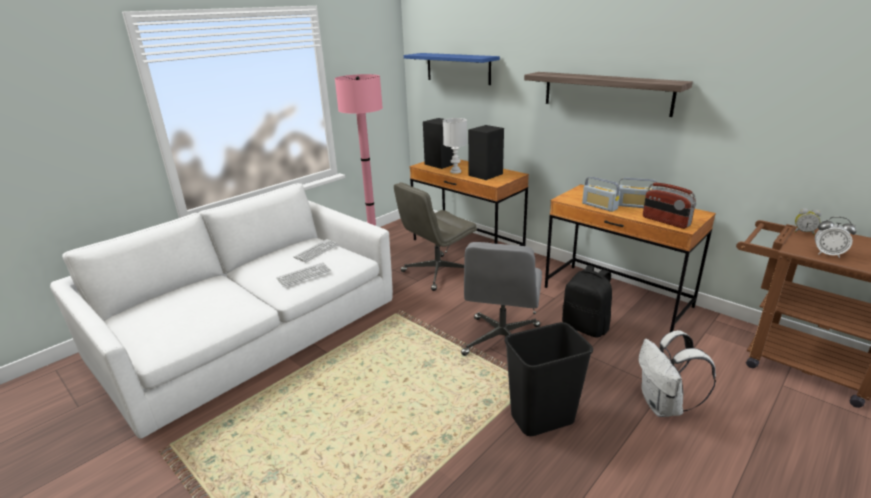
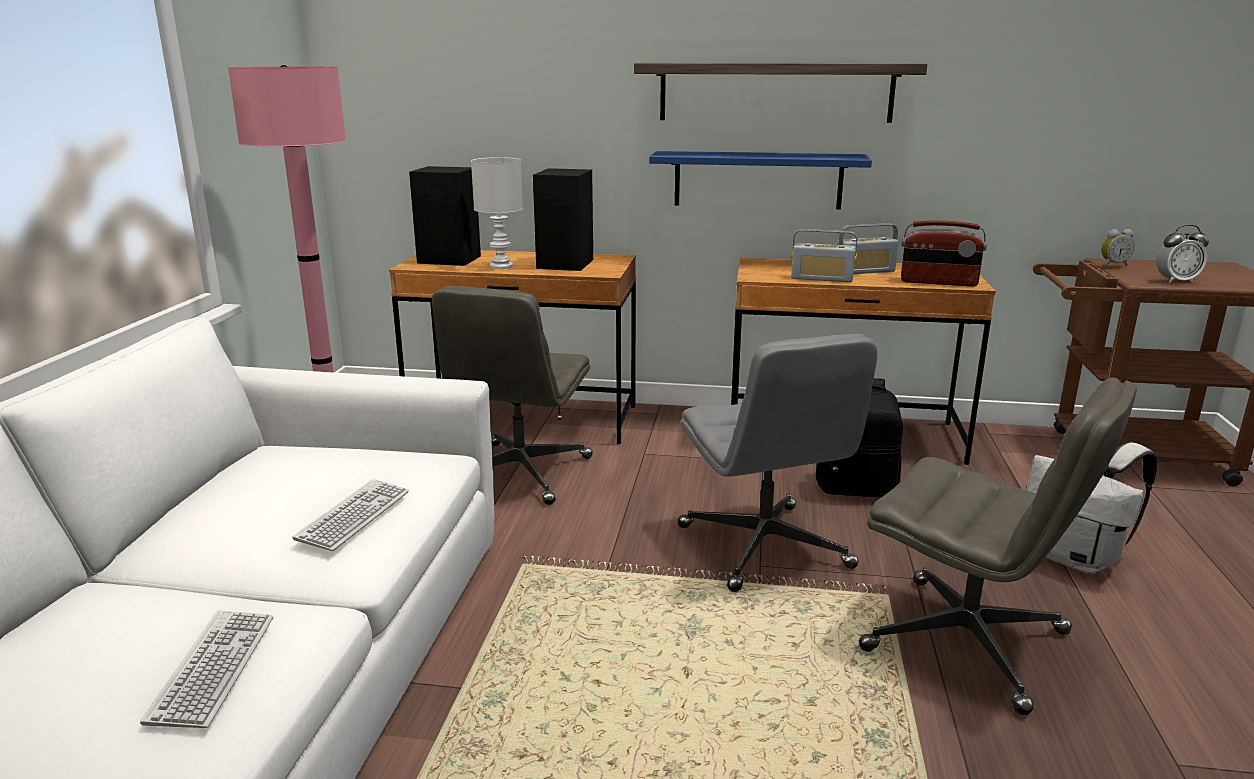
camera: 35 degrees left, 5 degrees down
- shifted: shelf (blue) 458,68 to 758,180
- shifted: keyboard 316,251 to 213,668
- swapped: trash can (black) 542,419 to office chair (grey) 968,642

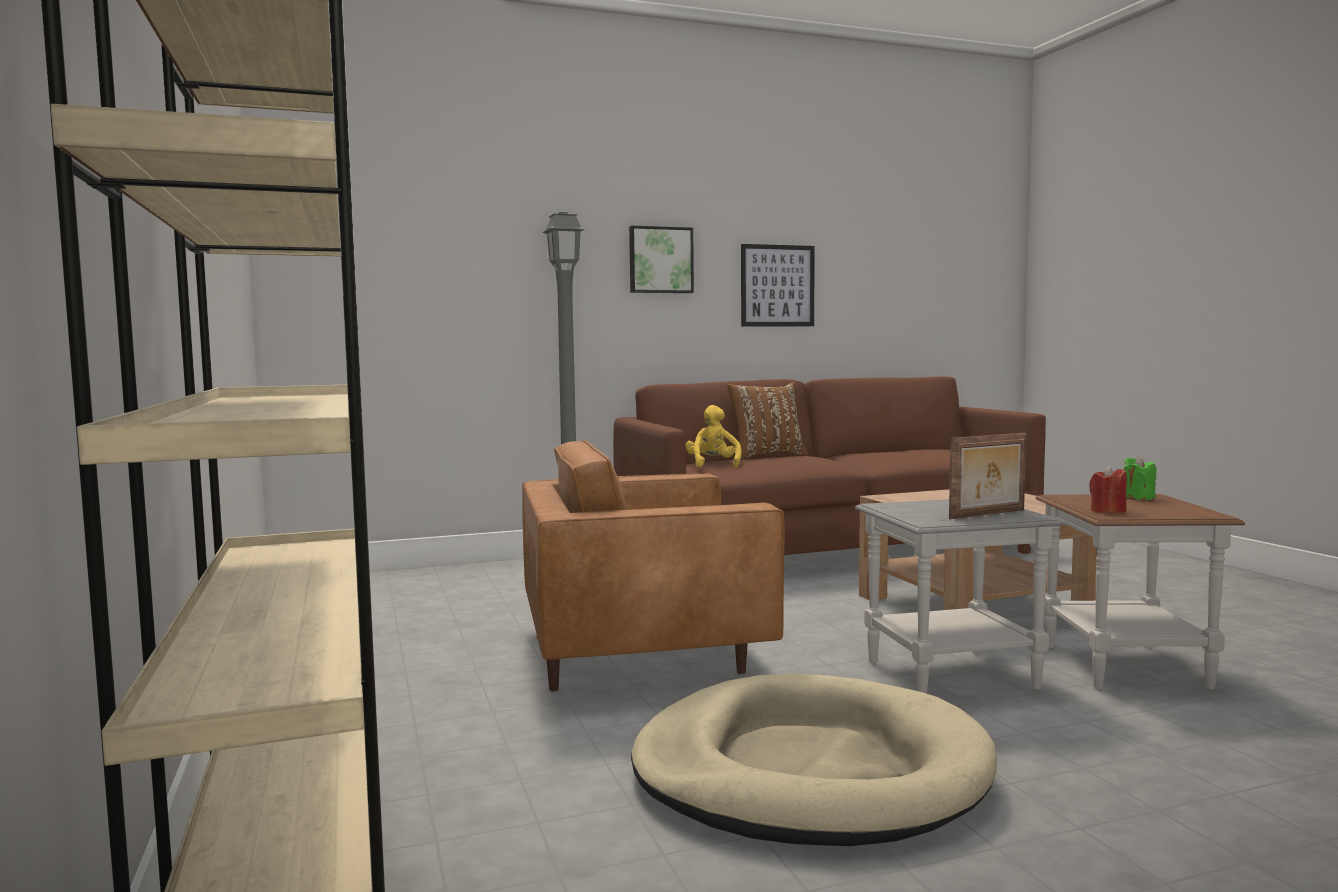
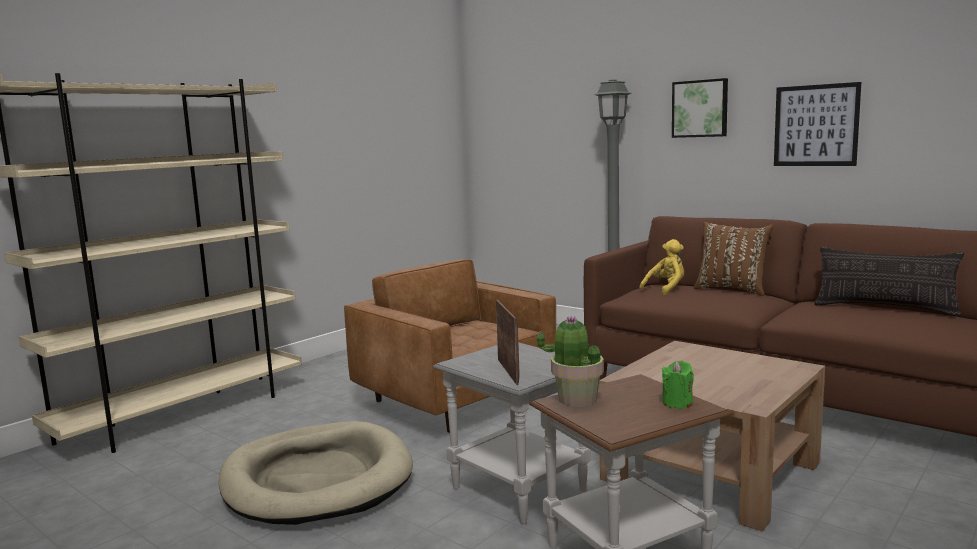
camera: 60 degrees right, 5 degrees up
- rotated: picture frame 988,514 = 509,371 135 degrees counterclockwise
- swapped: candle (red) 1107,511 to potted plant 576,399
- new: pillow 884,308

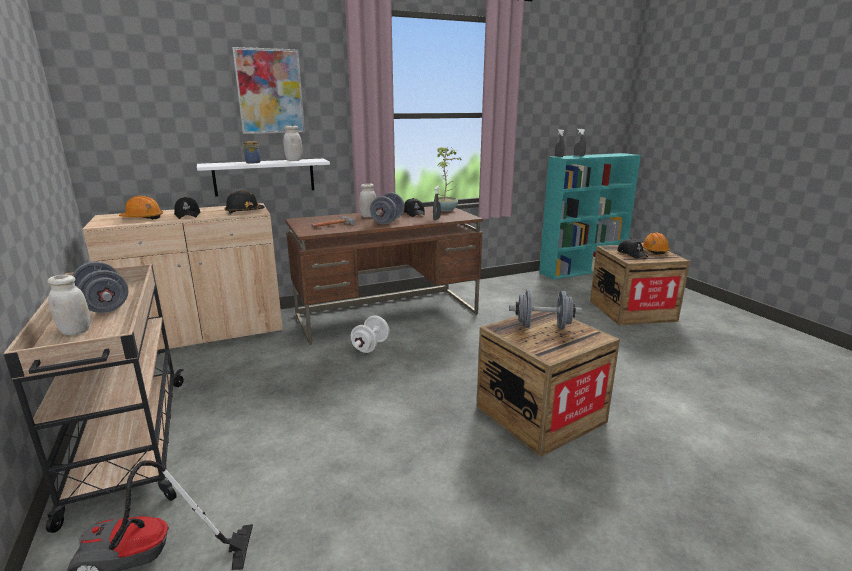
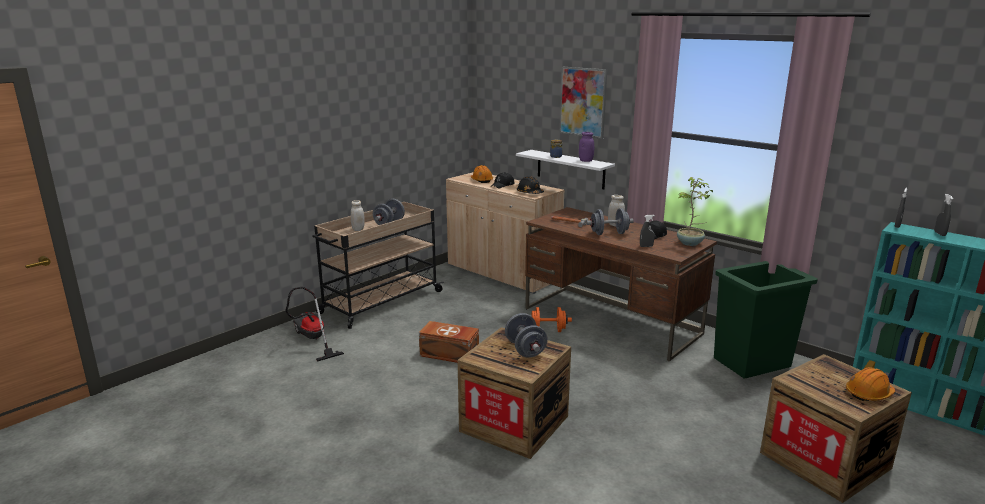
camera: 65 degrees right, 0 degrees up
- repainted: jar (white) 294,160 to jar (purple) 586,161
- gone: cap (black) 632,254
- repainted: dumbbell (white) 370,346 to dumbbell (orange) 548,330
- new: trash can (green) 753,362
- new: storage box (brown) 450,354

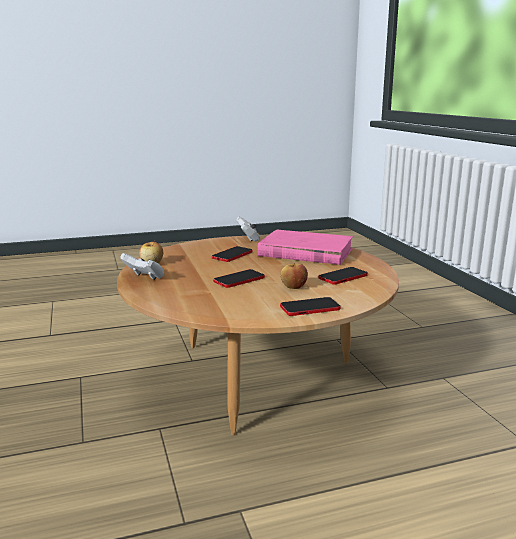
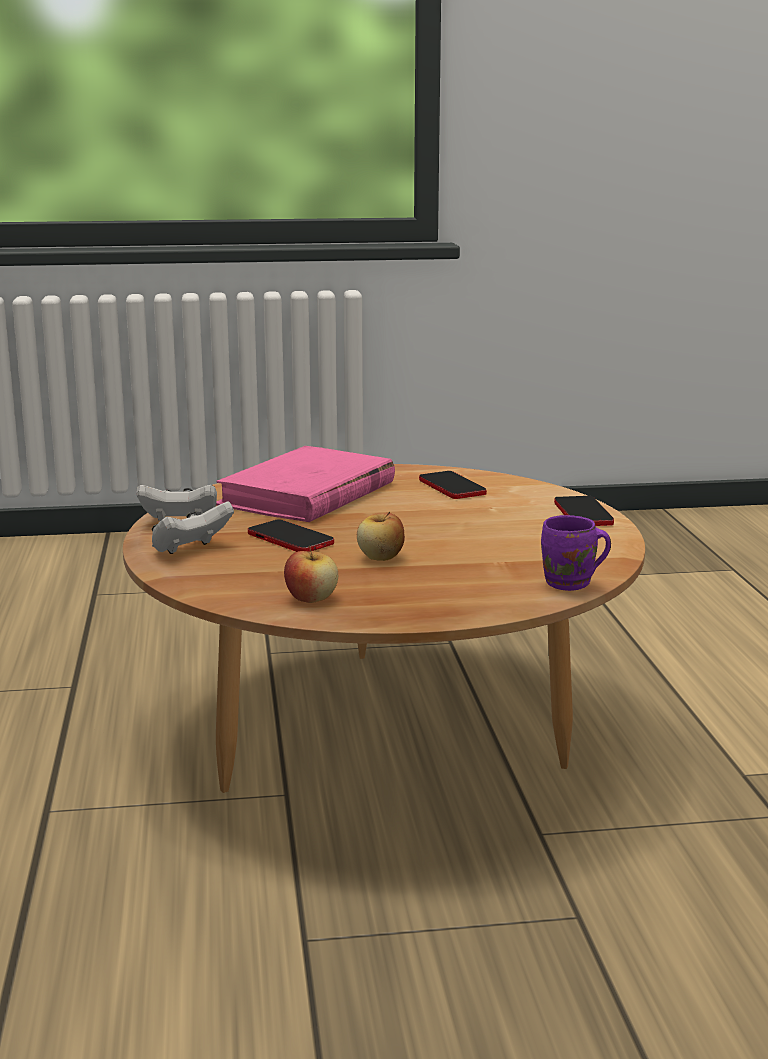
camera: 80 degrees left, 0 degrees up
- shifted: game controller (white) 144,278 to 190,549
- shifted: apple 293,287 to 381,558
- gone: phone 239,279
- new: mug (purple) 571,584

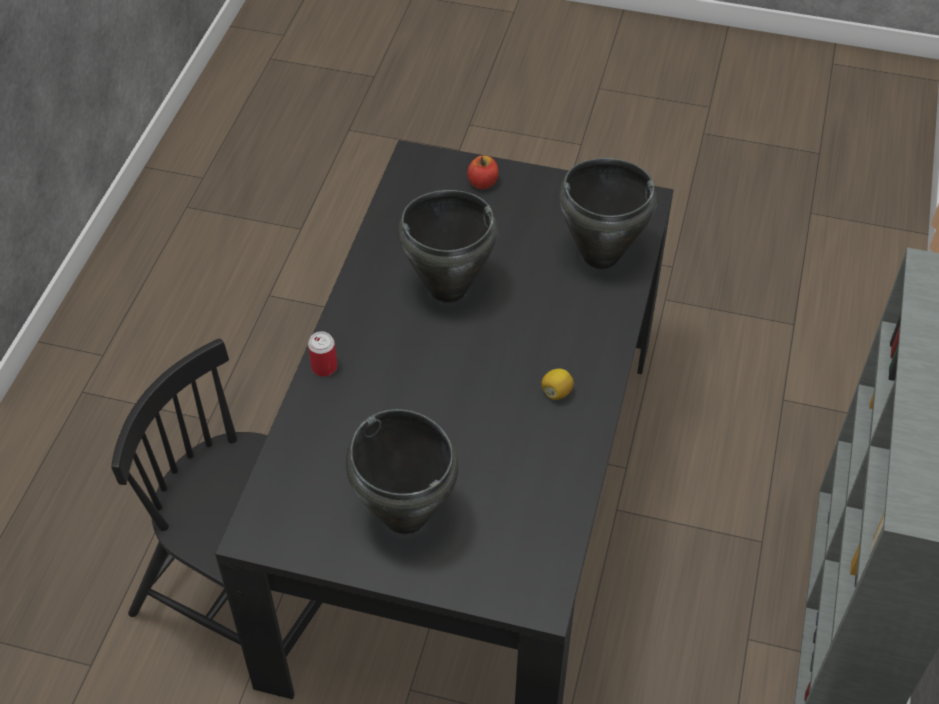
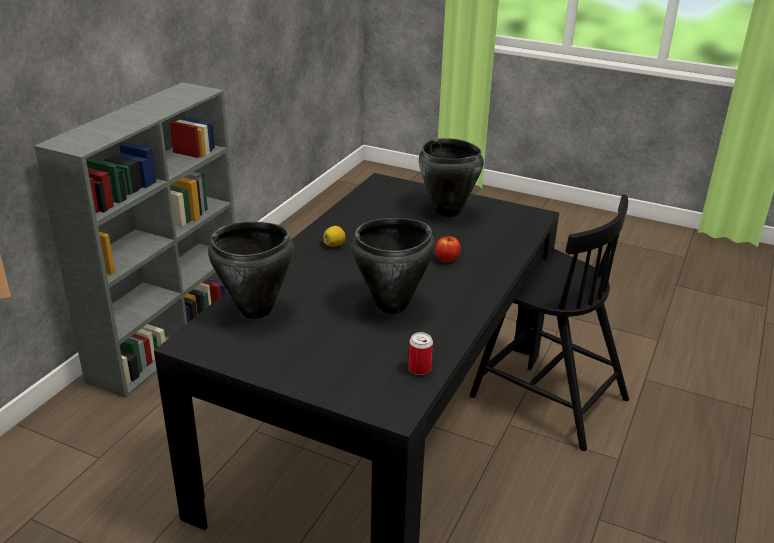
camera: 170 degrees left, 20 degrees down
- shifted: apple 483,183 to 446,259
- shifted: can 324,367 to 419,369

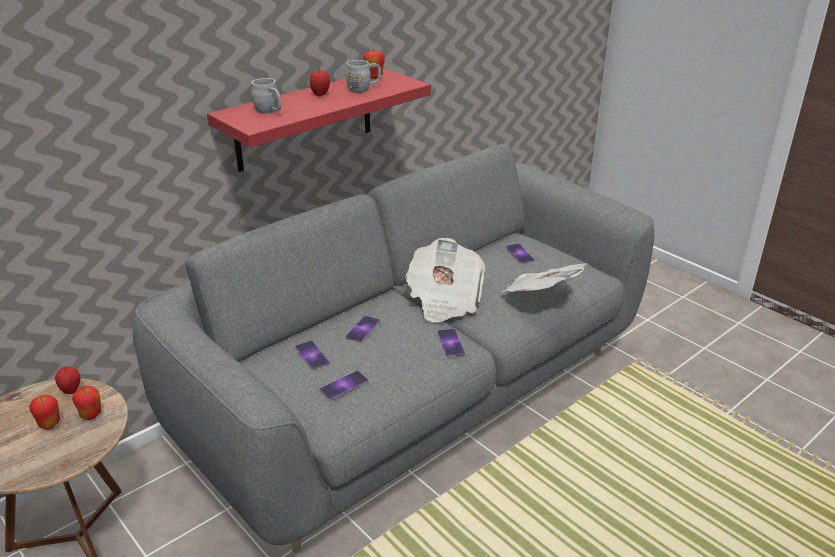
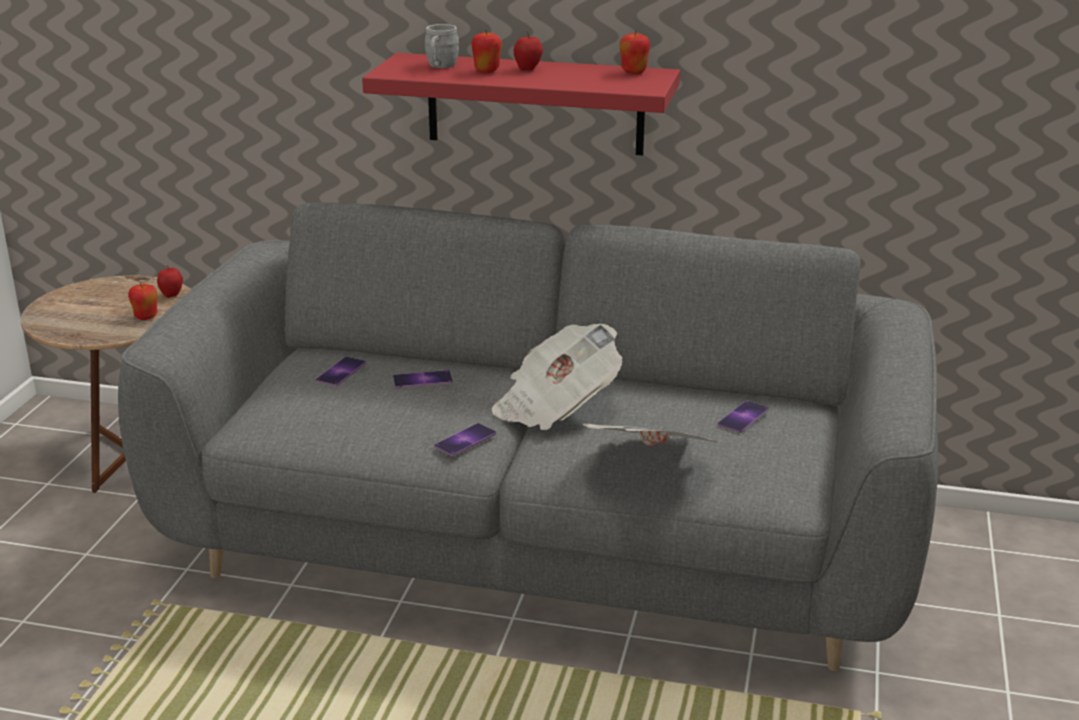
camera: 55 degrees right, 5 degrees down
- gone: mug (grey) 364,89
- gone: phone 344,385
- shifted: apple 49,424 to 487,71

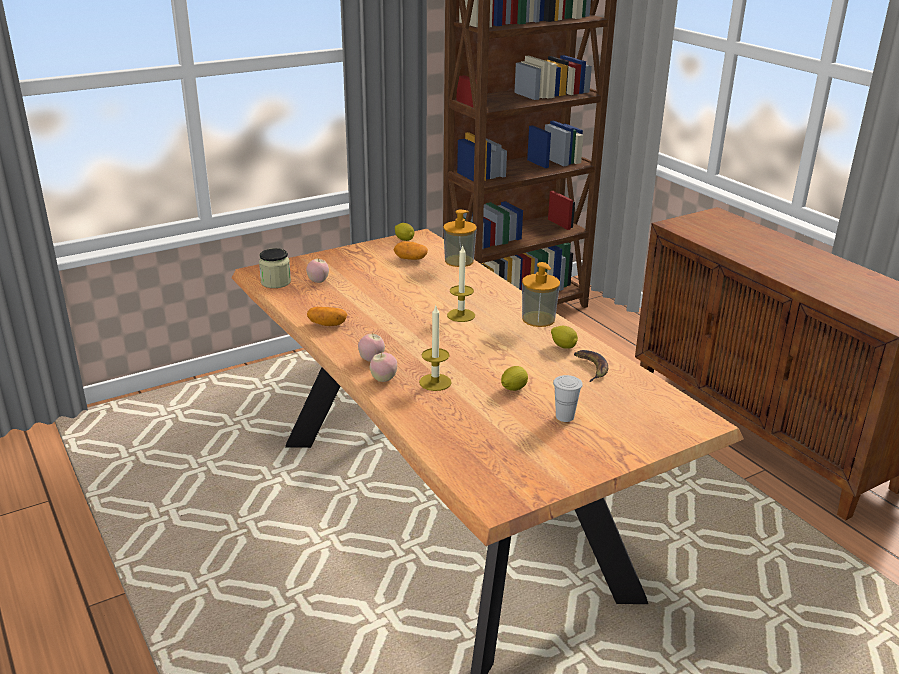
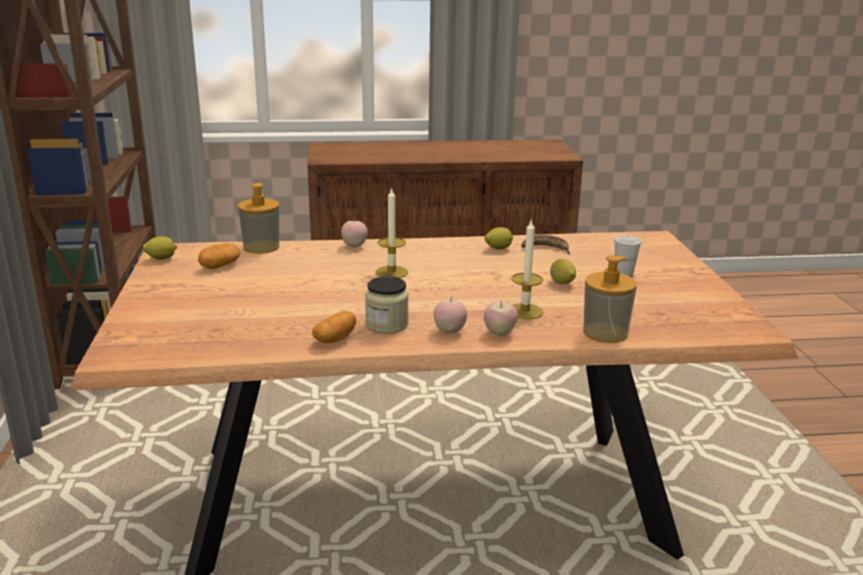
camera: 65 degrees left, 5 degrees down
- shifted: jar 276,282 to 387,325
- shifted: apple 318,281 to 354,246
- shifted: soap dispenser 538,319 to 605,333

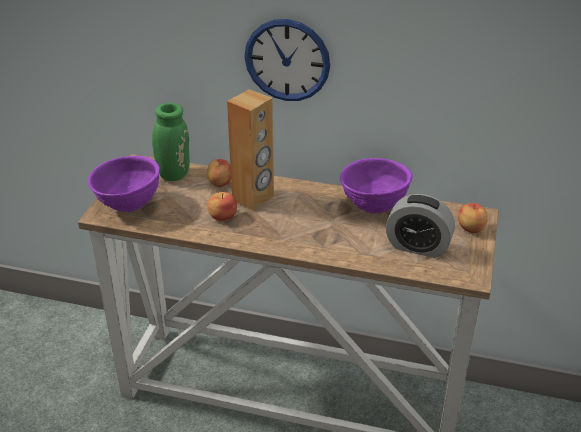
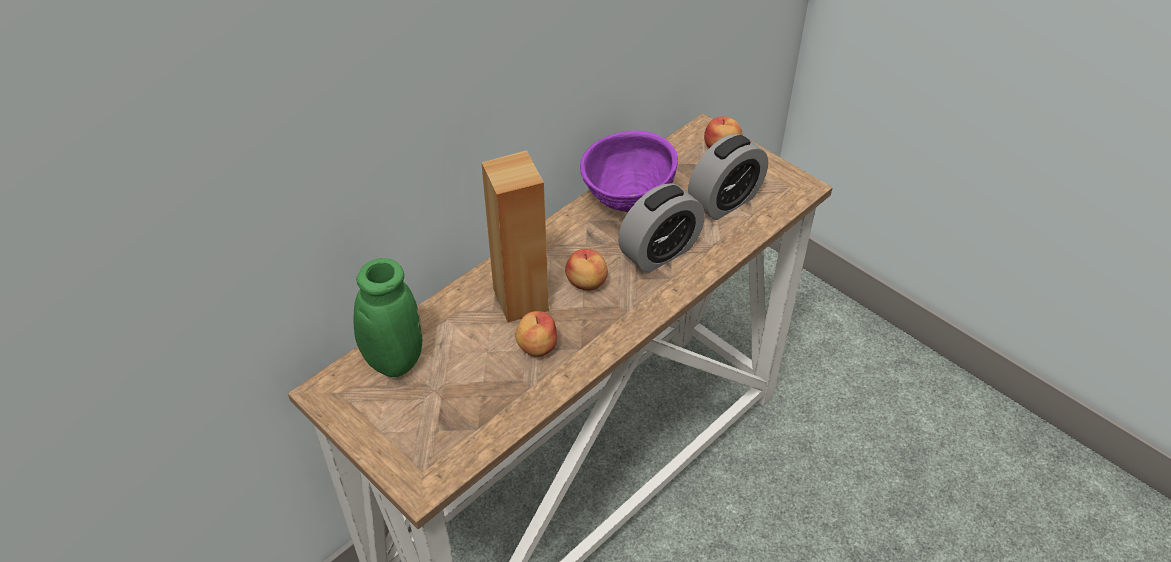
camera: 60 degrees left, 10 degrees up
- gone: wall clock 287,60
- gone: bowl (purple) 128,206
- shifted: apple 219,183 to 586,283
- new: alarm clock 659,252

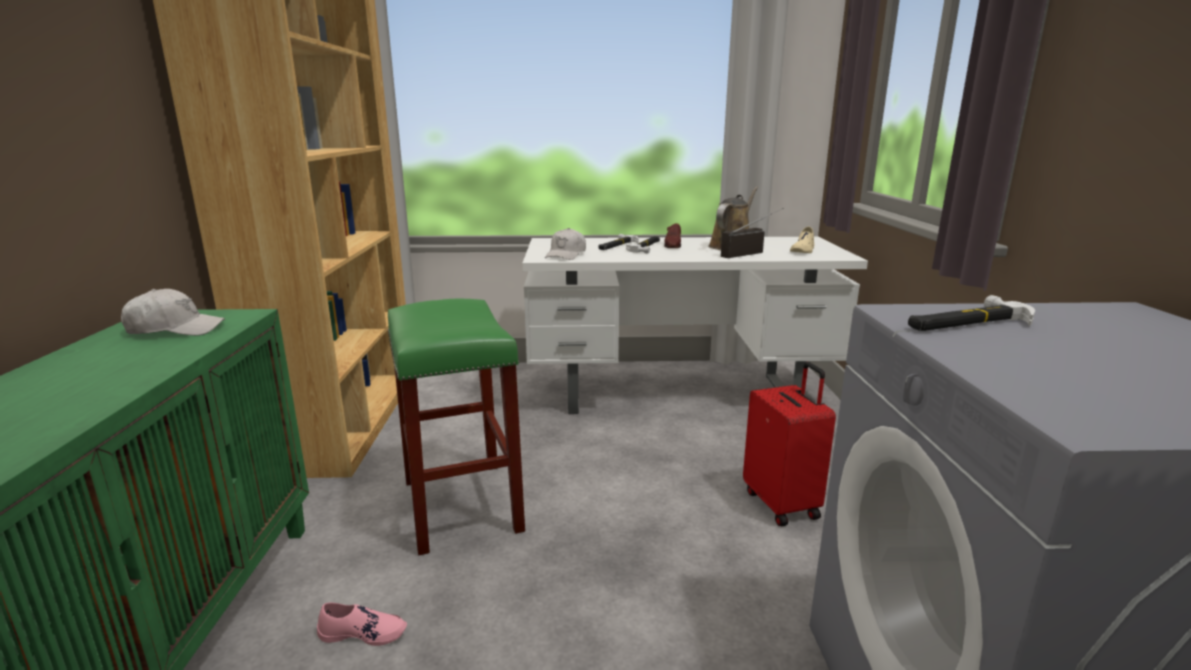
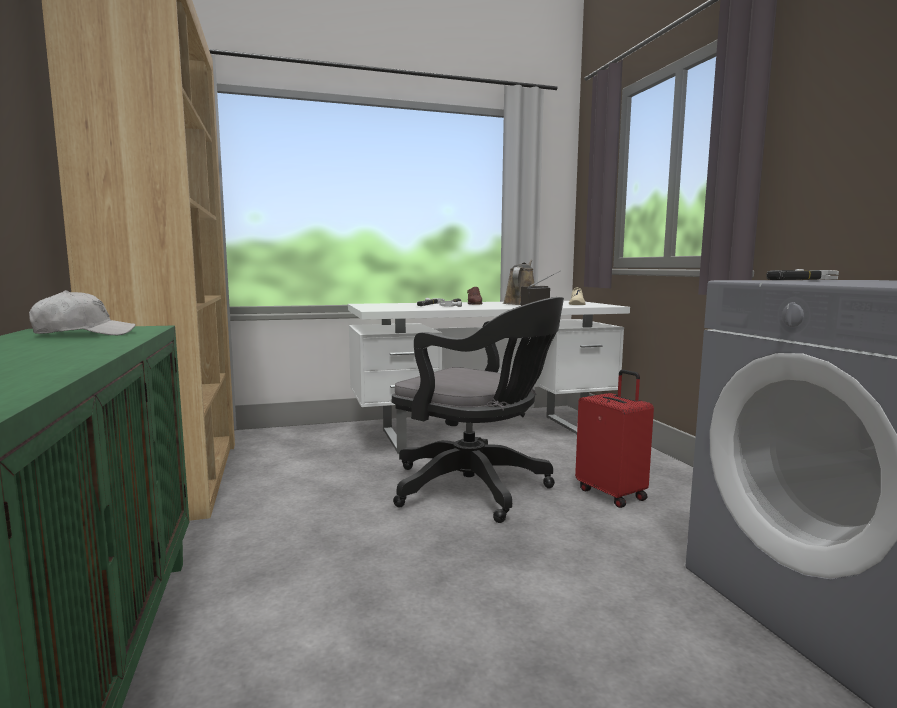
camera: 15 degrees left, 10 degrees down
- gone: cap (white) 566,255
- gone: stool (green) 460,504
- gone: shoe (pink) 363,633
- new: office chair (black) 477,489

